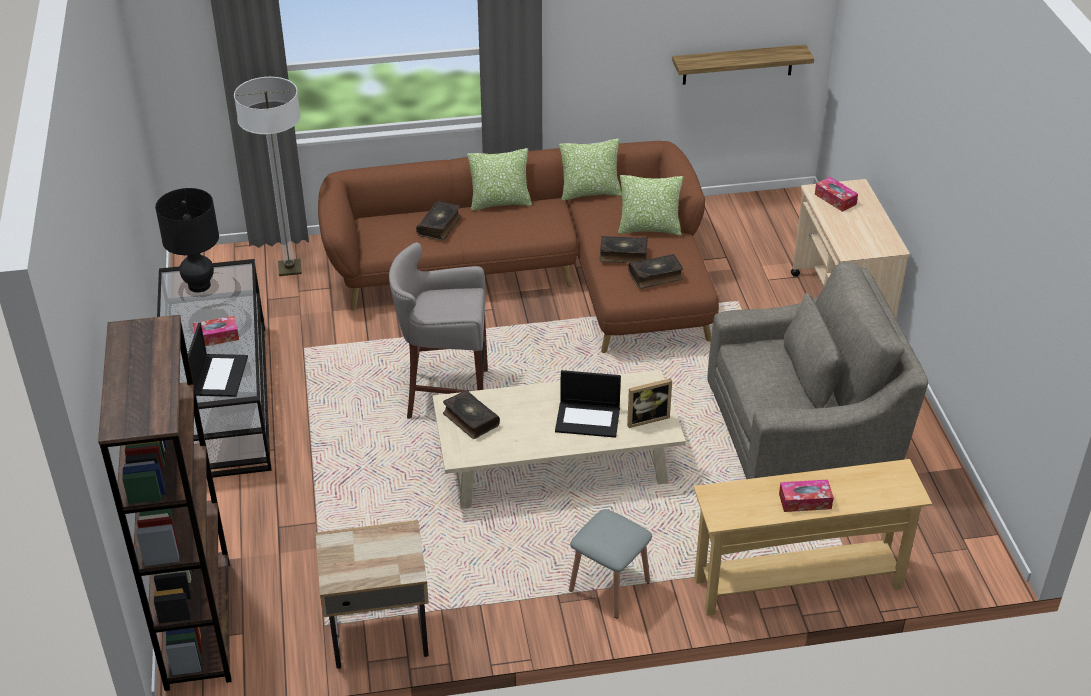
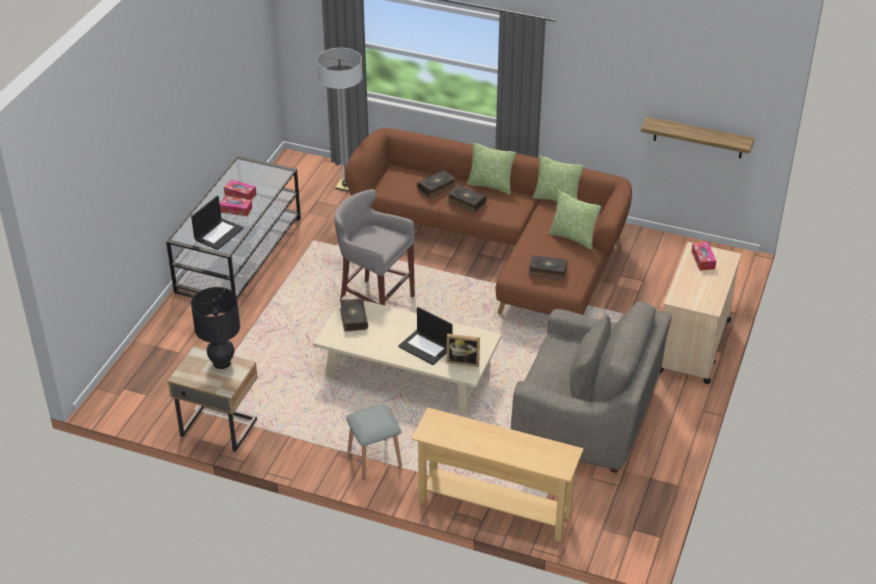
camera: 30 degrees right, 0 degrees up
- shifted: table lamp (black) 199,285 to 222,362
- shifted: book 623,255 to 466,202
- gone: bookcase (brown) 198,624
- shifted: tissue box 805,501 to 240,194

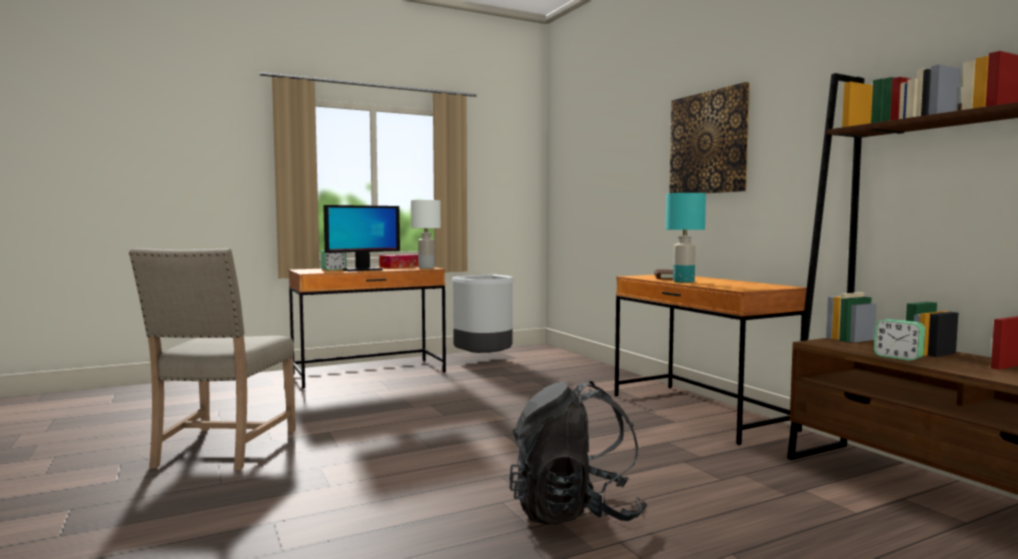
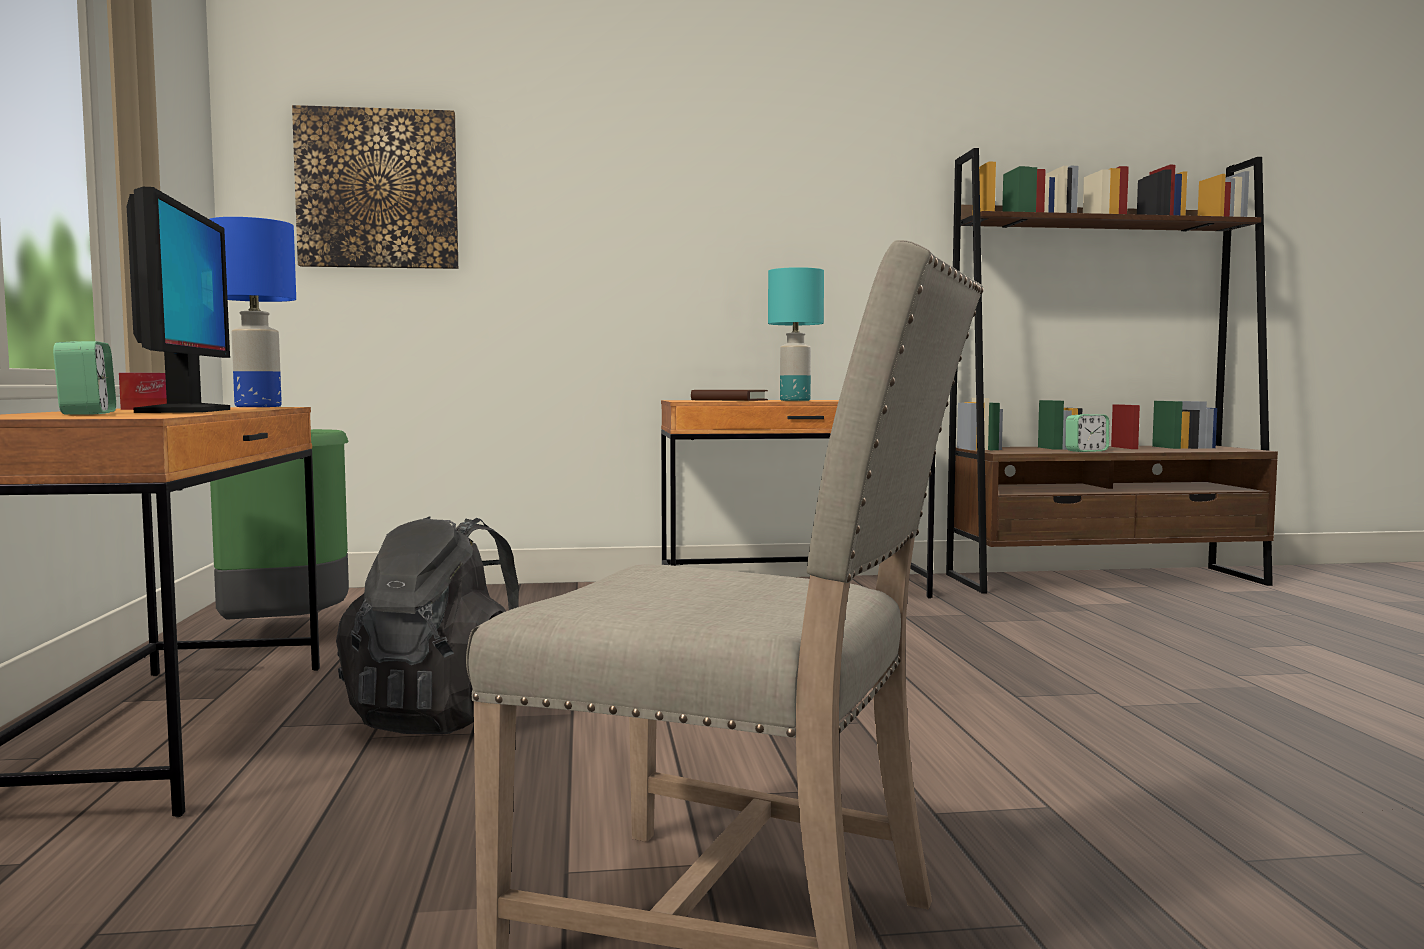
camera: 70 degrees left, 0 degrees up
- shifted: picture 708,143 to 377,189
- repainted: table lamp (white) 426,268 to table lamp (blue) 258,407
- repainted: trash can (grey) 485,361 to trash can (green) 283,636
- shifted: backpack (black) 574,512 to 444,715

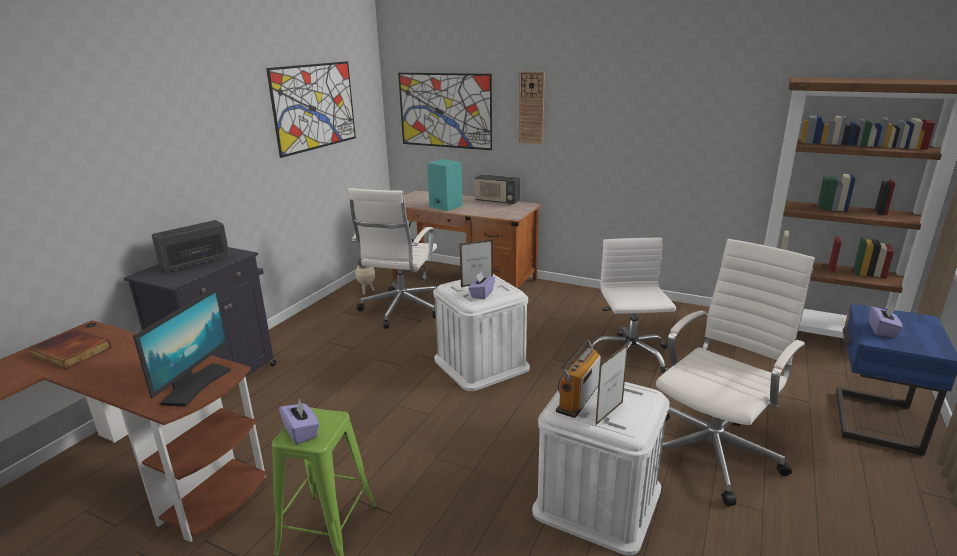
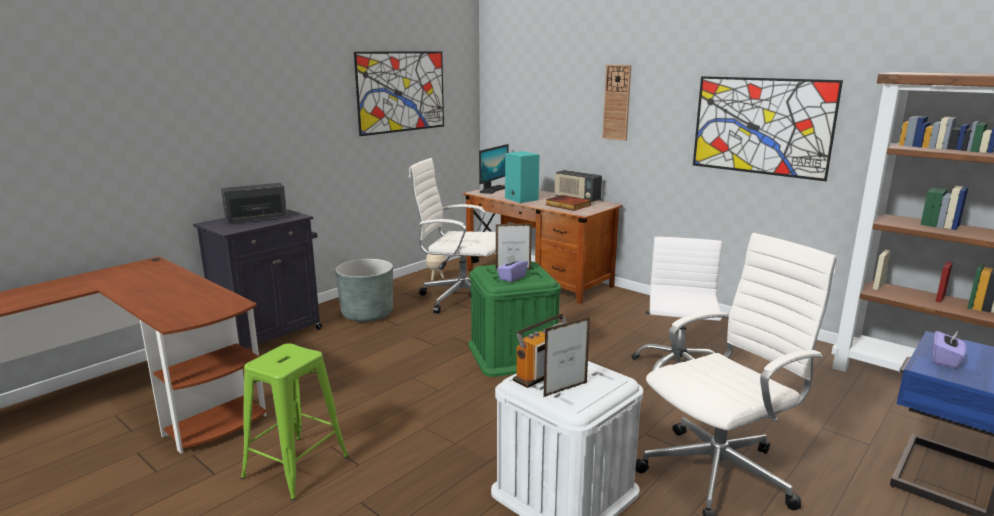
camera: 15 degrees right, 5 degrees down
- shifted: picture 445,110 to 761,126
- rotated: office chair (white) 401,310 = 460,298 75 degrees clockwise
- repainted: storage box (white) 481,364 to storage box (green) 513,354
- shifted: monitor 195,385 to 493,190
- shifted: book 69,352 to 567,205
- gone: tissue box (purple) 301,432
- new: planter (grey) 367,314

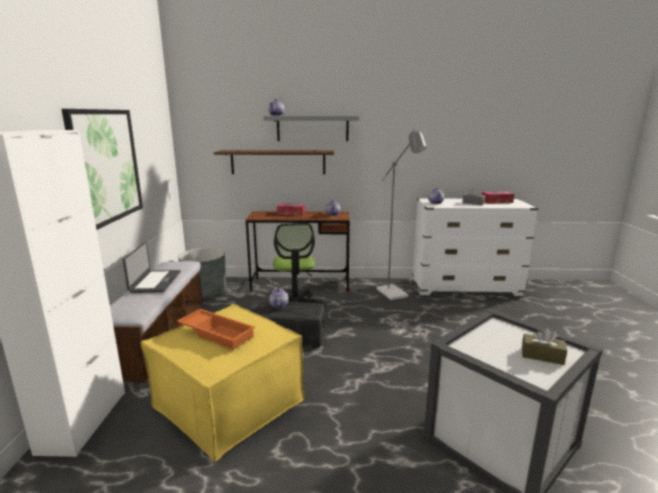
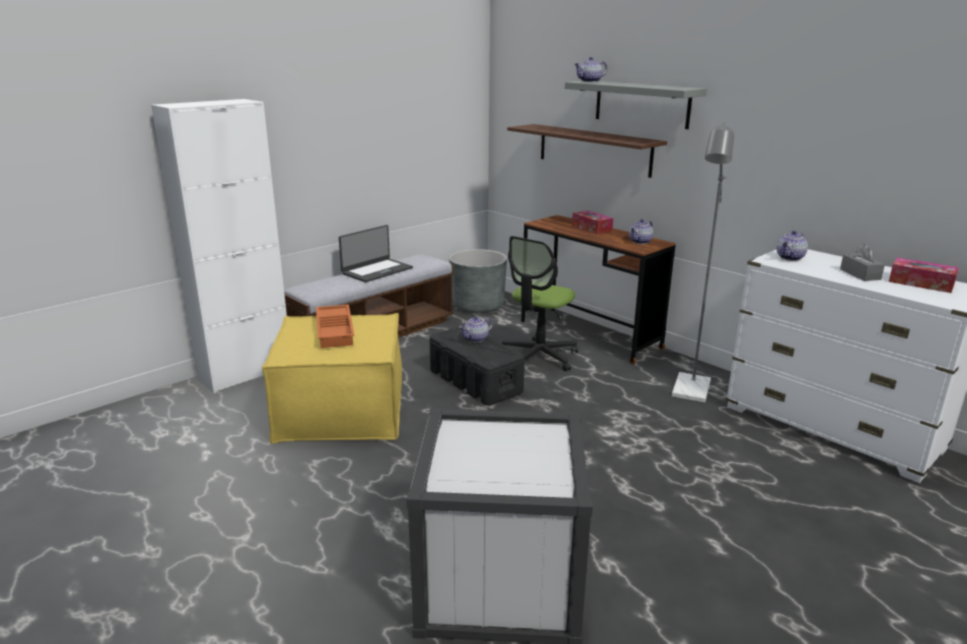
camera: 45 degrees right, 5 degrees up
- gone: picture 106,166
- gone: tissue box (brown) 542,356

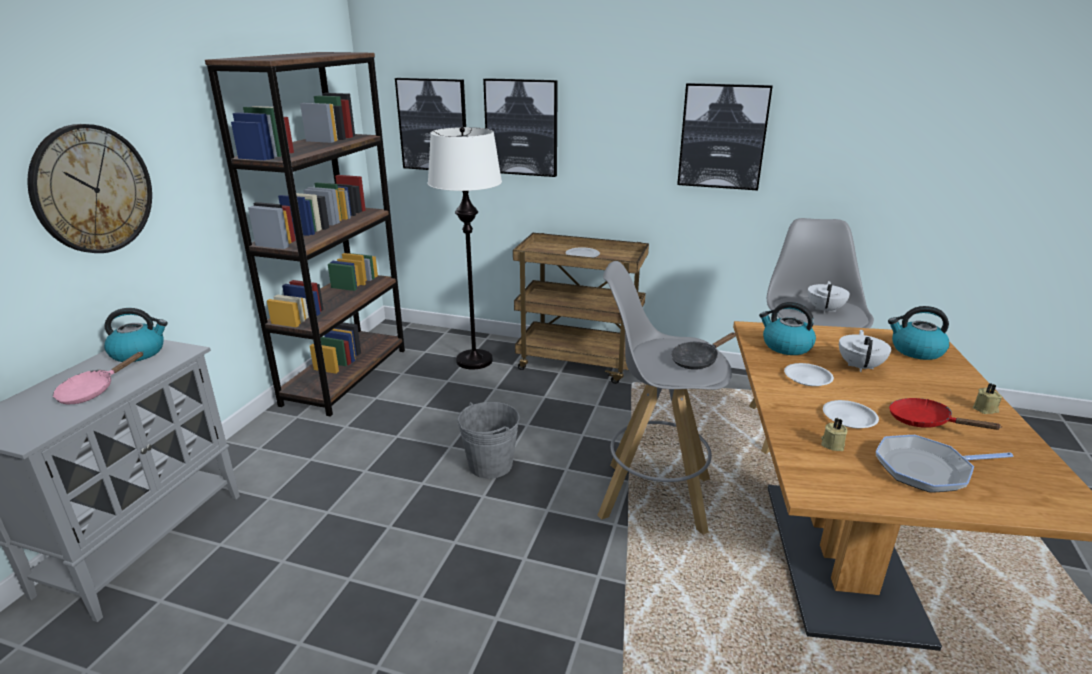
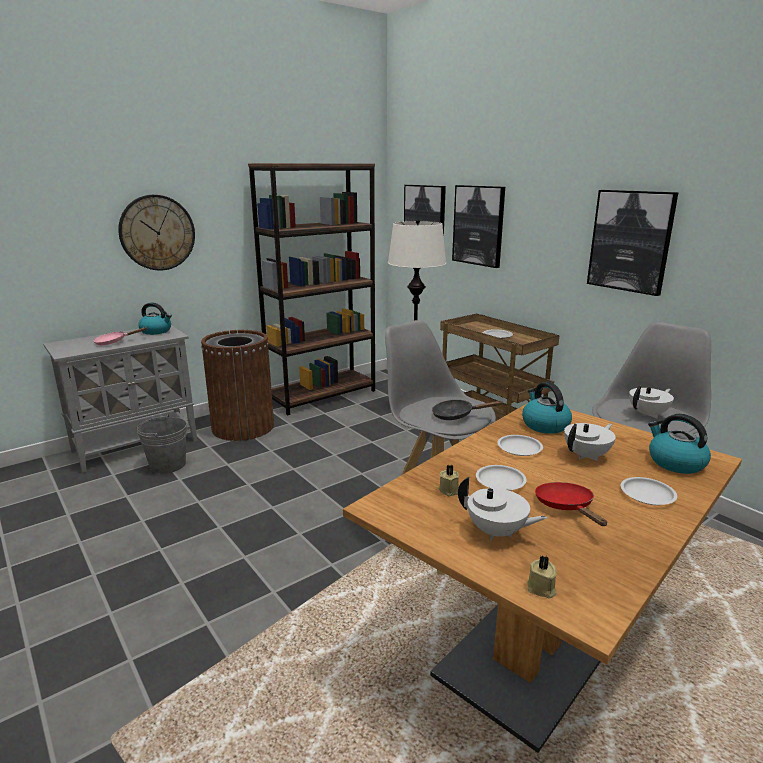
camera: 35 degrees right, 5 degrees down
- shifted: candle (beige) 985,409 to 541,589
- shifted: bucket (grey) 490,465 to 168,465
- swapped: frying pan 927,469 to teapot (white) 497,532
- new: trash can (brown) 243,427
- new: plate (white) 648,494

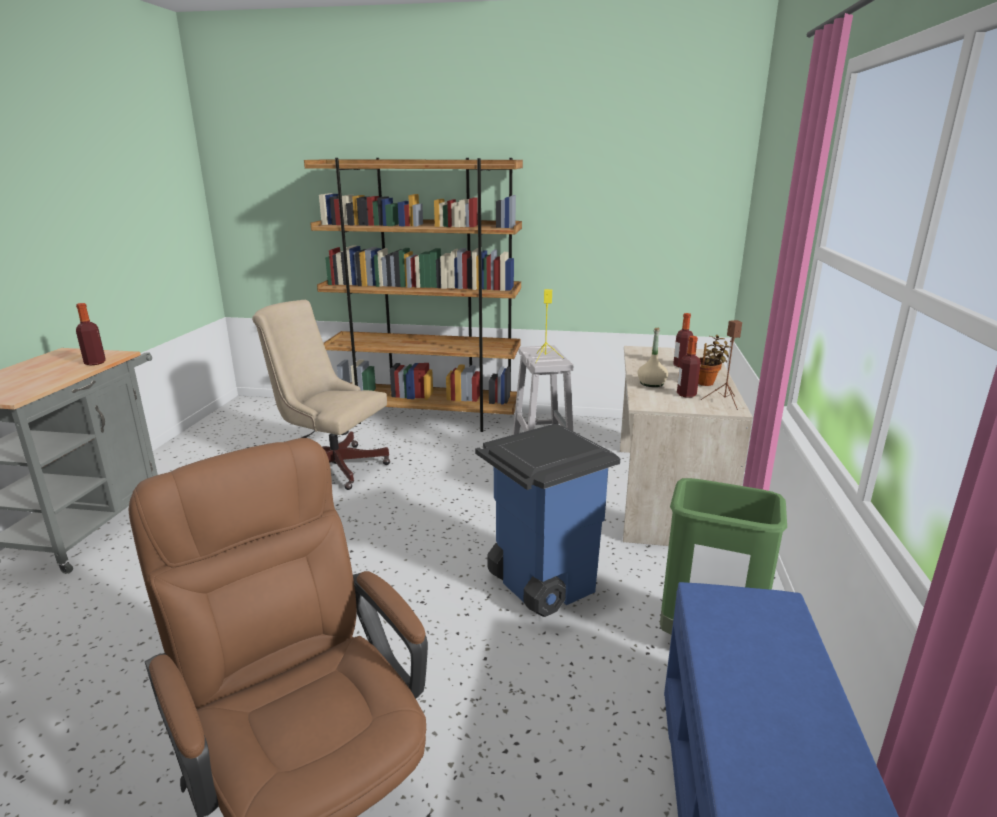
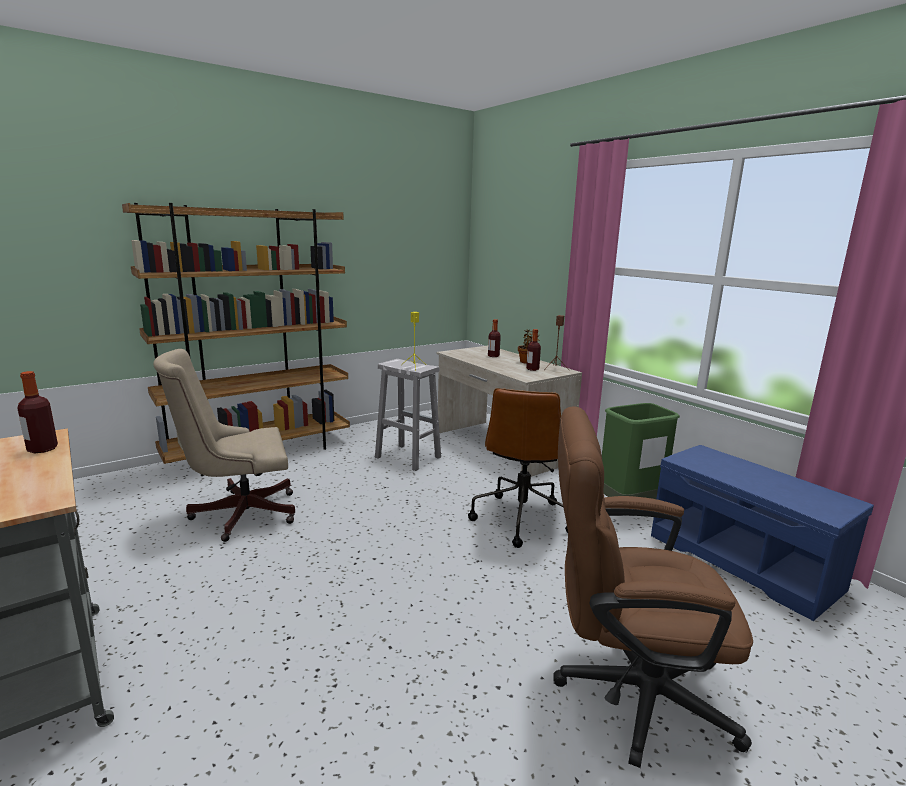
camera: 45 degrees left, 5 degrees down
- gone: bottle (beige) 651,383
- swapped: trash can (blue) 540,584 to office chair (brown) 521,518

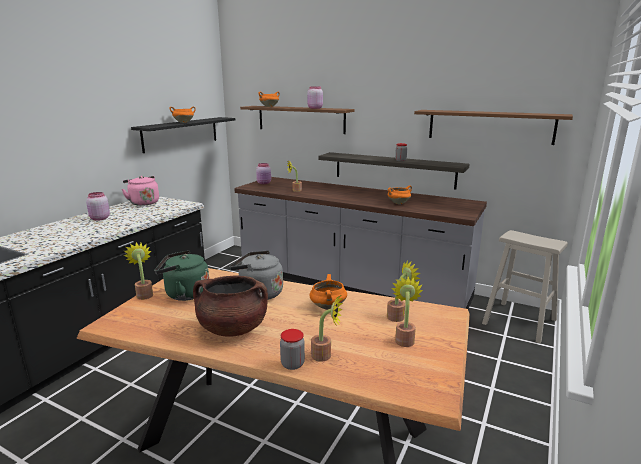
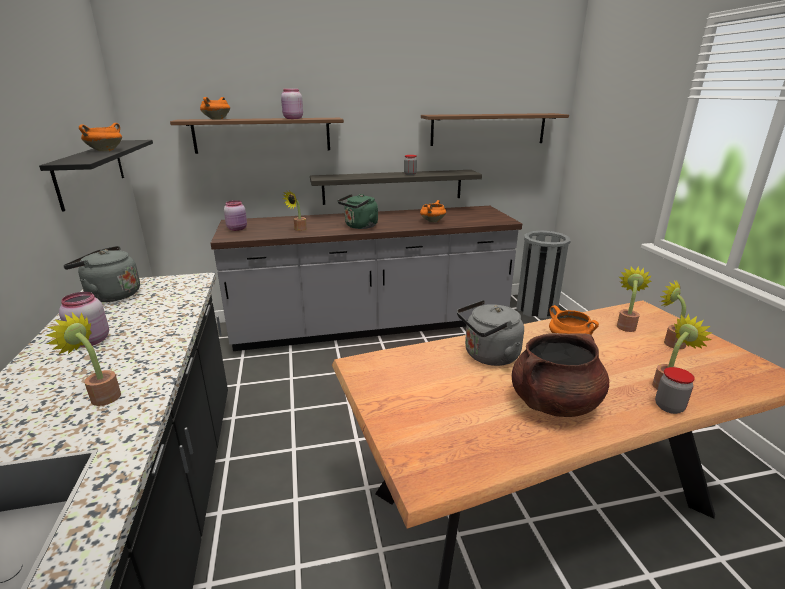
camera: 40 degrees left, 5 degrees up
- repainted: kettle (pink) 143,203 to kettle (grey) 110,295
- swapped: stool (beige) 520,321 to trash can (grey) 536,309
- shifted: potted plant 144,294 to 101,396
- shifted: kettle (green) 184,294 to 360,226

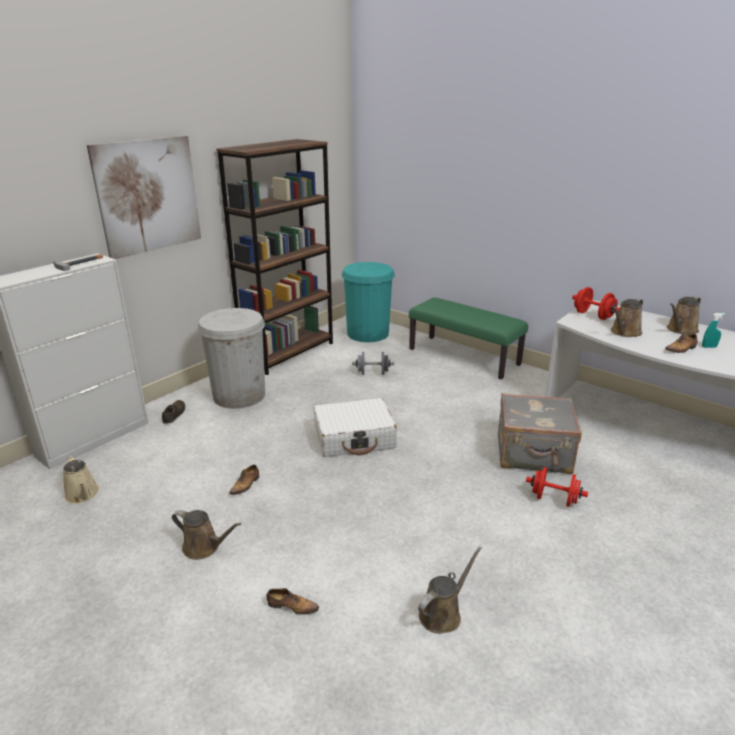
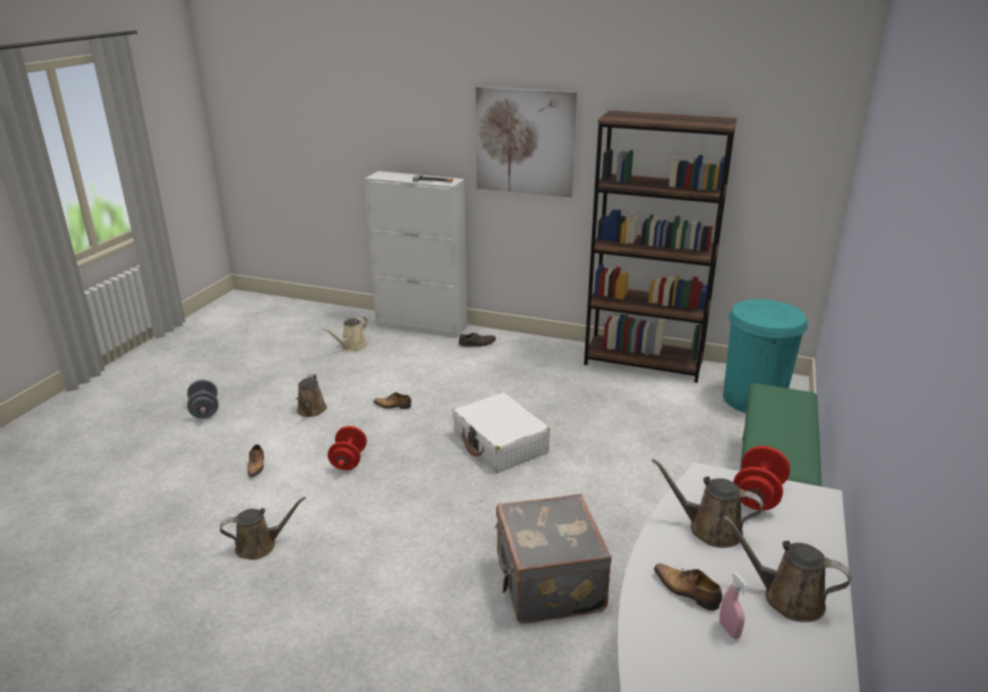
camera: 70 degrees right, 0 degrees up
- gone: trash can (white) 239,395
- repainted: spray bottle (turquoise) 709,347 to spray bottle (pink) 729,630
- shifted: dumbbell (grey) 373,373 to 205,411
- shifted: dumbbell (red) 554,499 to 348,461
- rotated: watering can (brown) 443,613 = 260,546 45 degrees counterclockwise

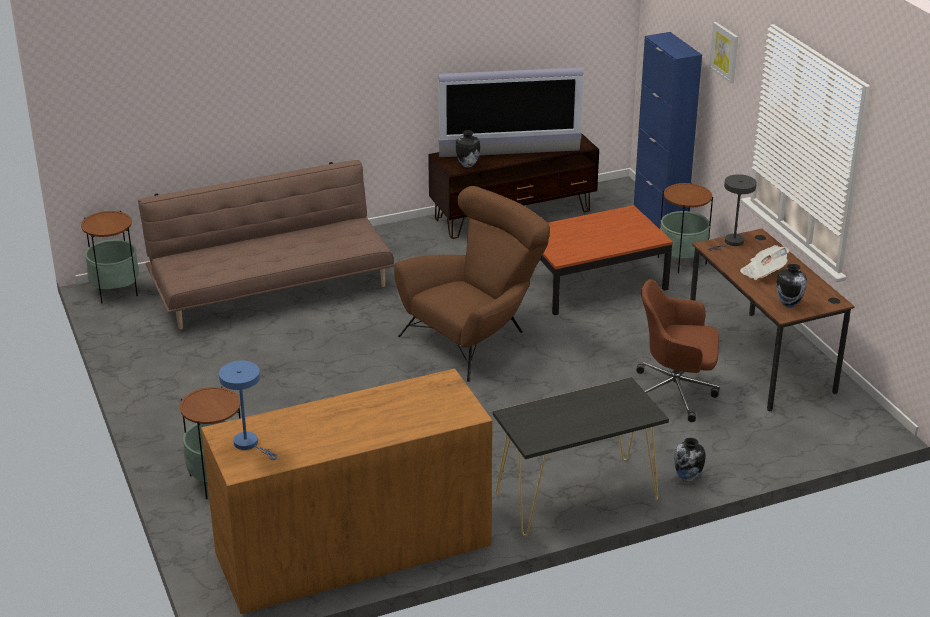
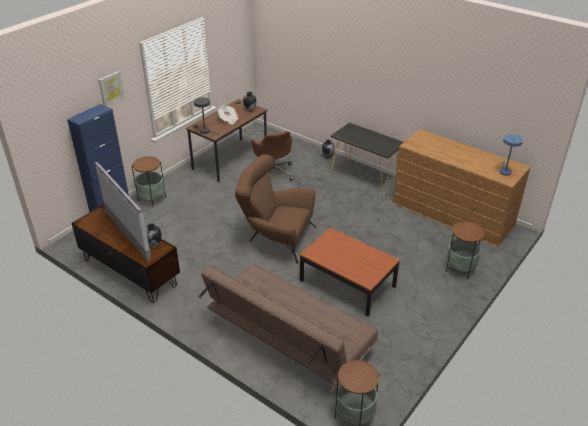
camera: 120 degrees left, 5 degrees up
- shifted: coffee table (brown) 593,282 to 347,283

